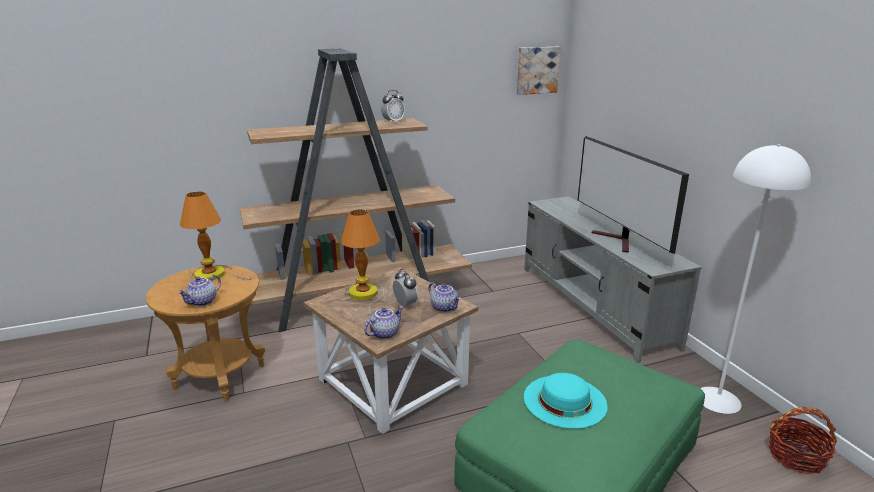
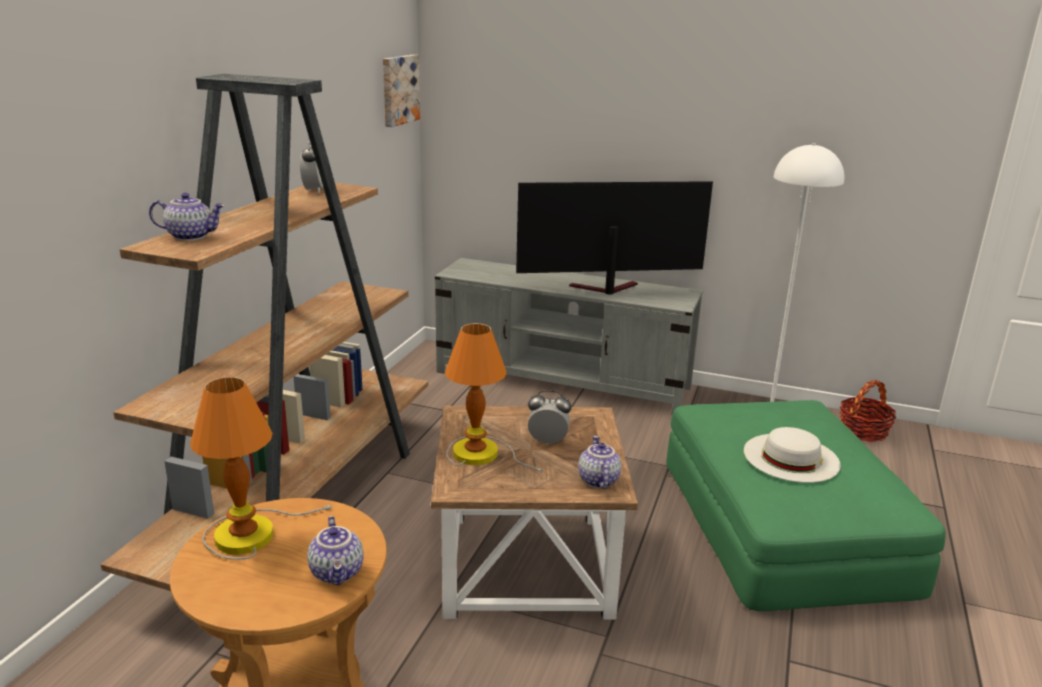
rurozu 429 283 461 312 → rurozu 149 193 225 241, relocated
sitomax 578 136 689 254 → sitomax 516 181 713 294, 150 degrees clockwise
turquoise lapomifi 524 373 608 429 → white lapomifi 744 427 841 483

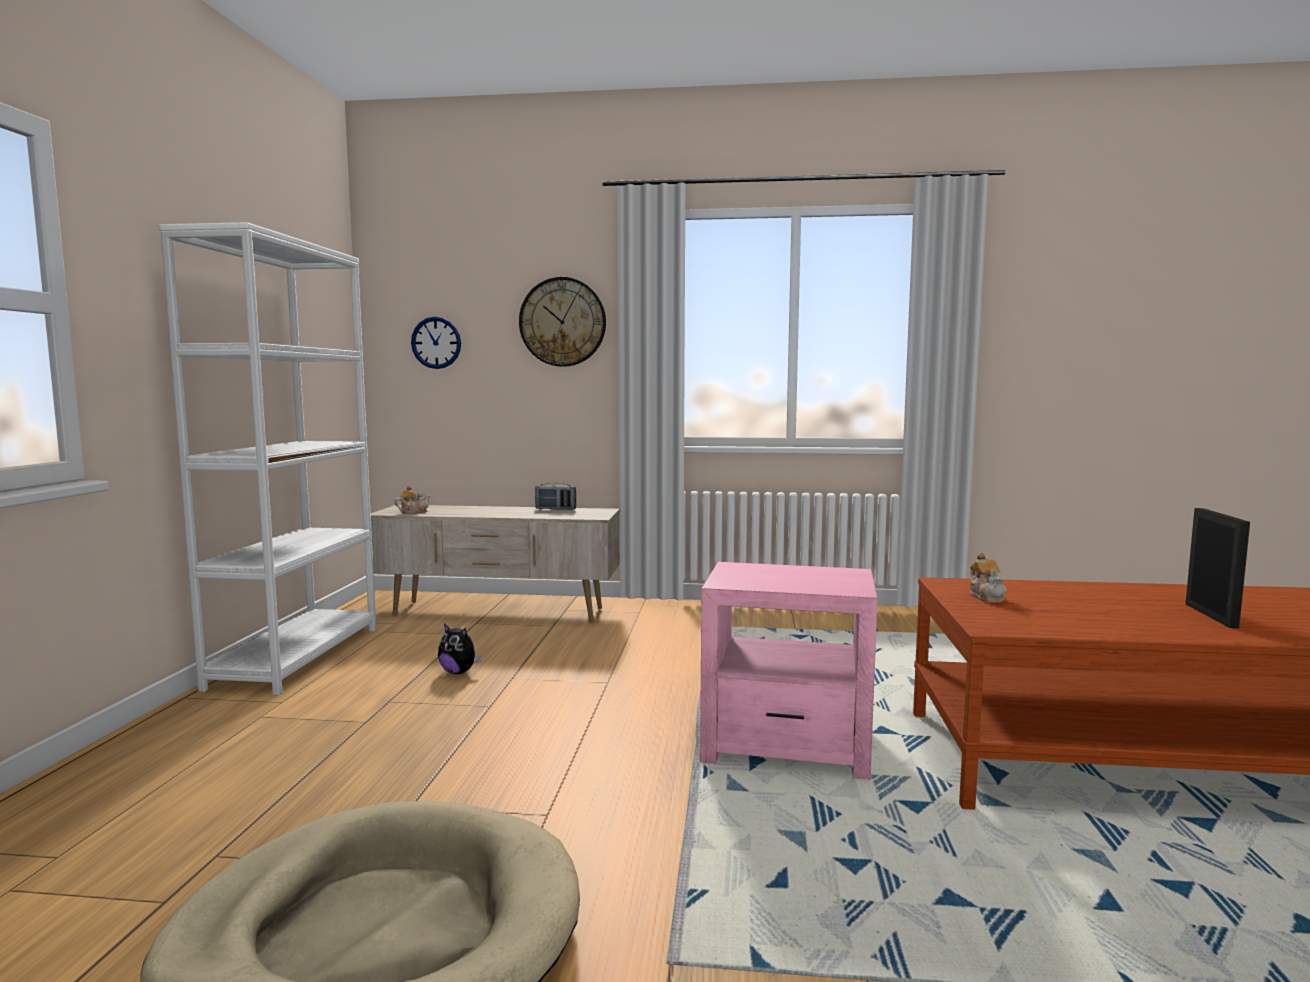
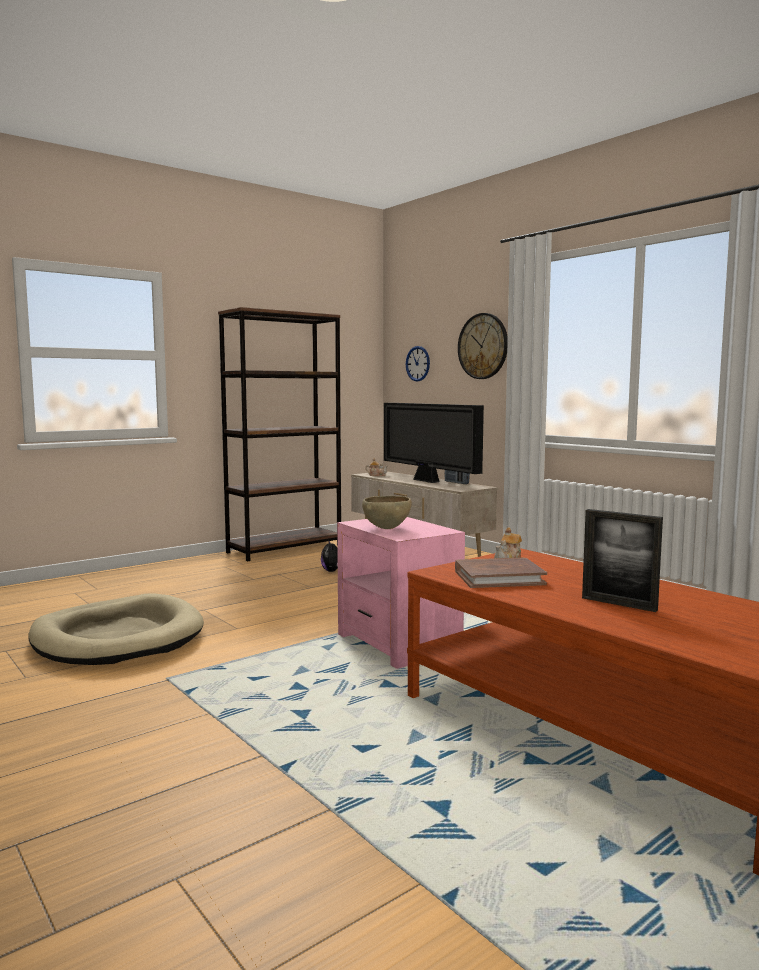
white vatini 159 222 376 695 → brown vatini 218 307 341 561
- → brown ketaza 362 496 412 529
- → sitomax 384 403 484 483
- → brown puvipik 455 558 547 588
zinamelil 1186 508 1250 628 → zinamelil 582 509 663 612, 75 degrees clockwise

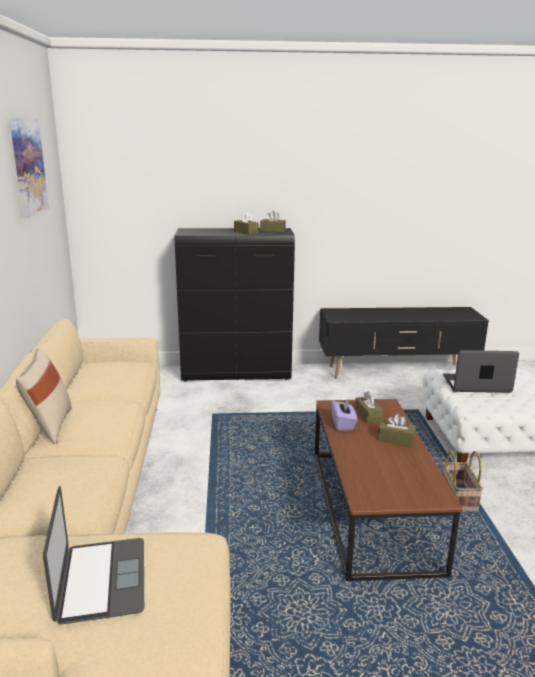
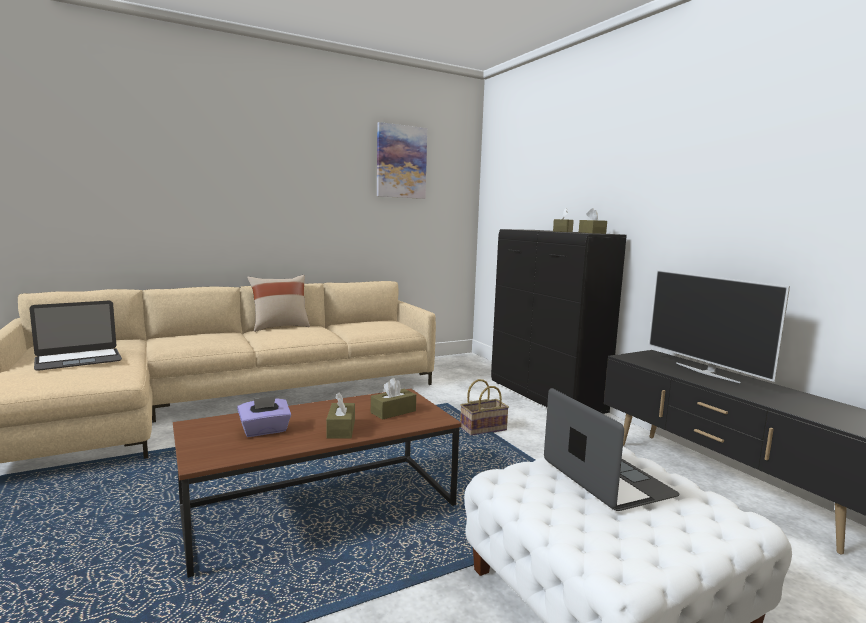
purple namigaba 331 398 357 431 → purple namigaba 237 396 291 437, relocated
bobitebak 442 451 483 511 → bobitebak 460 379 509 435, relocated
- → sitomax 649 270 790 383

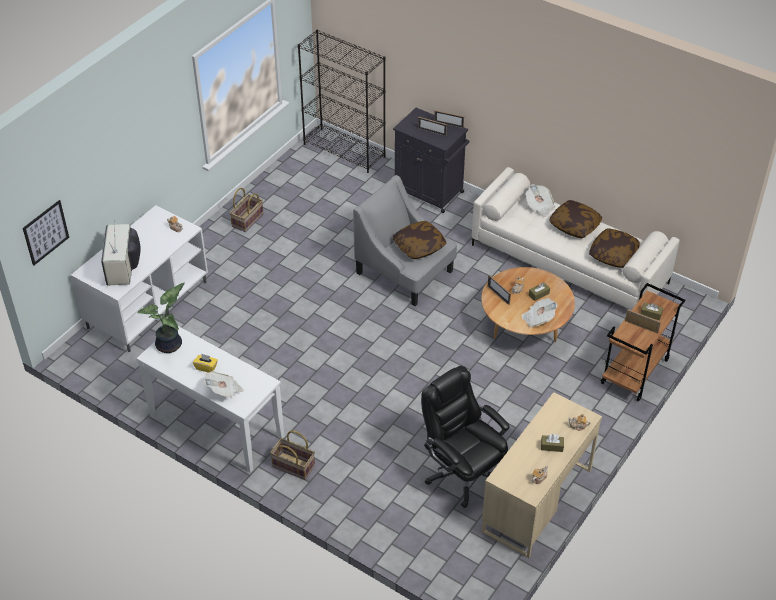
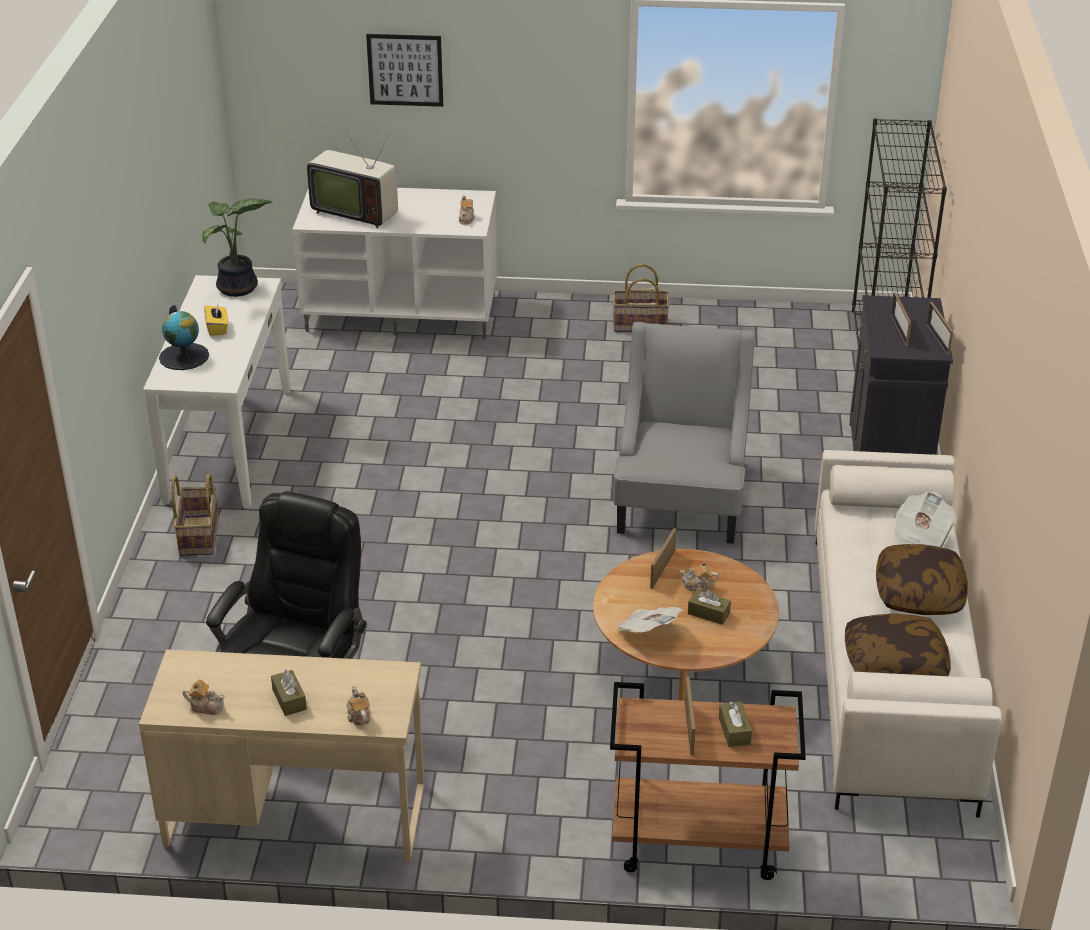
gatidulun 203 371 244 397 → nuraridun 159 305 209 370
sitomax 101 220 141 286 → sitomax 307 127 398 228, 120 degrees counterclockwise
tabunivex 23 200 69 266 → tabunivex 366 34 443 107, relocated
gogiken 393 221 447 259 → -

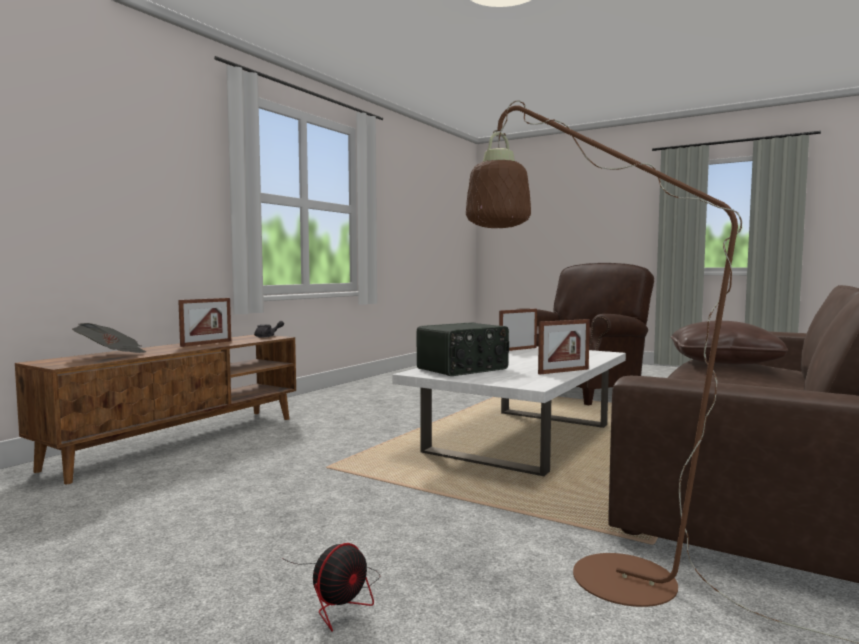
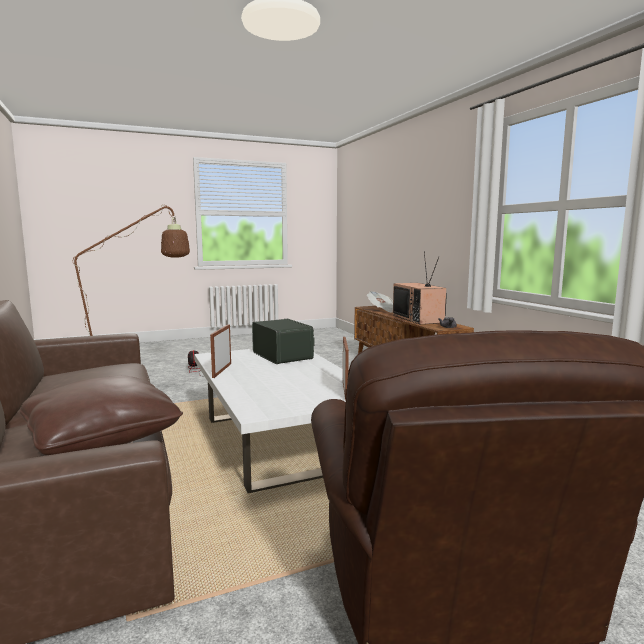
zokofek 417 322 509 376 → zokofek 252 319 315 364, 150 degrees clockwise
zinamelil 178 298 231 347 → sitomax 393 252 447 324

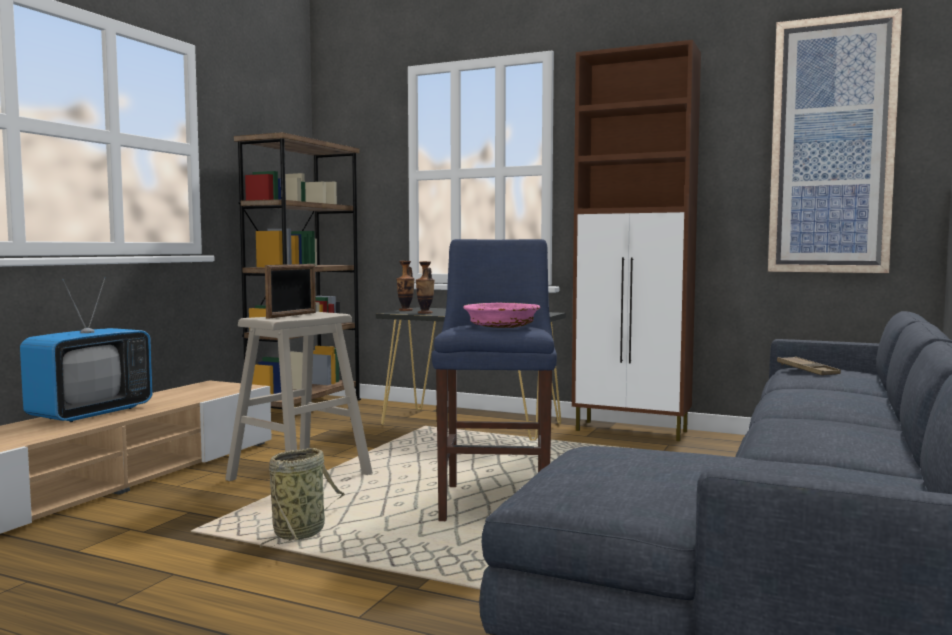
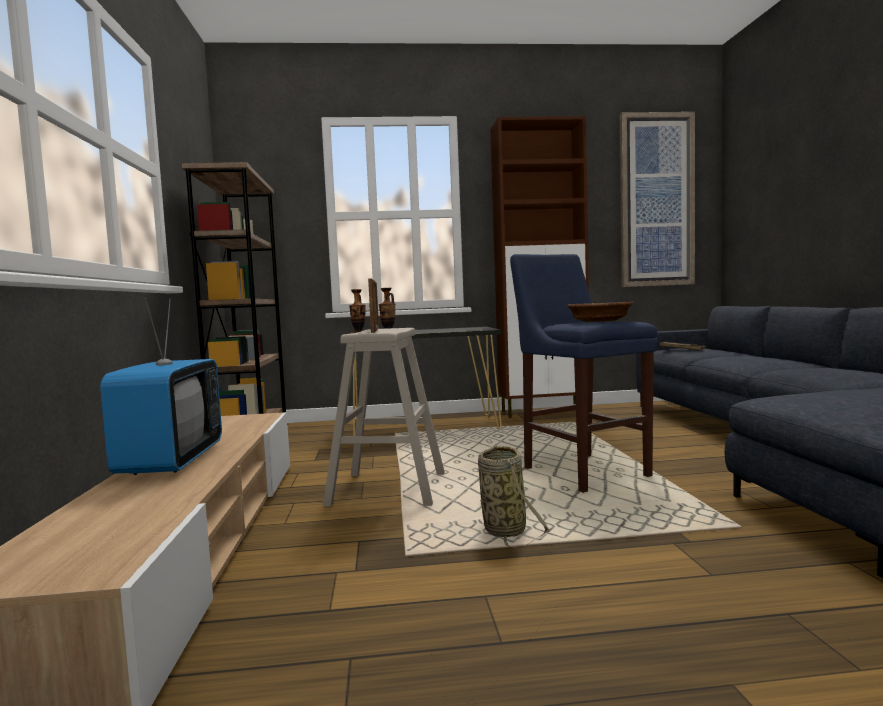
pink ketaza 463 303 541 328 → brown ketaza 567 302 634 322

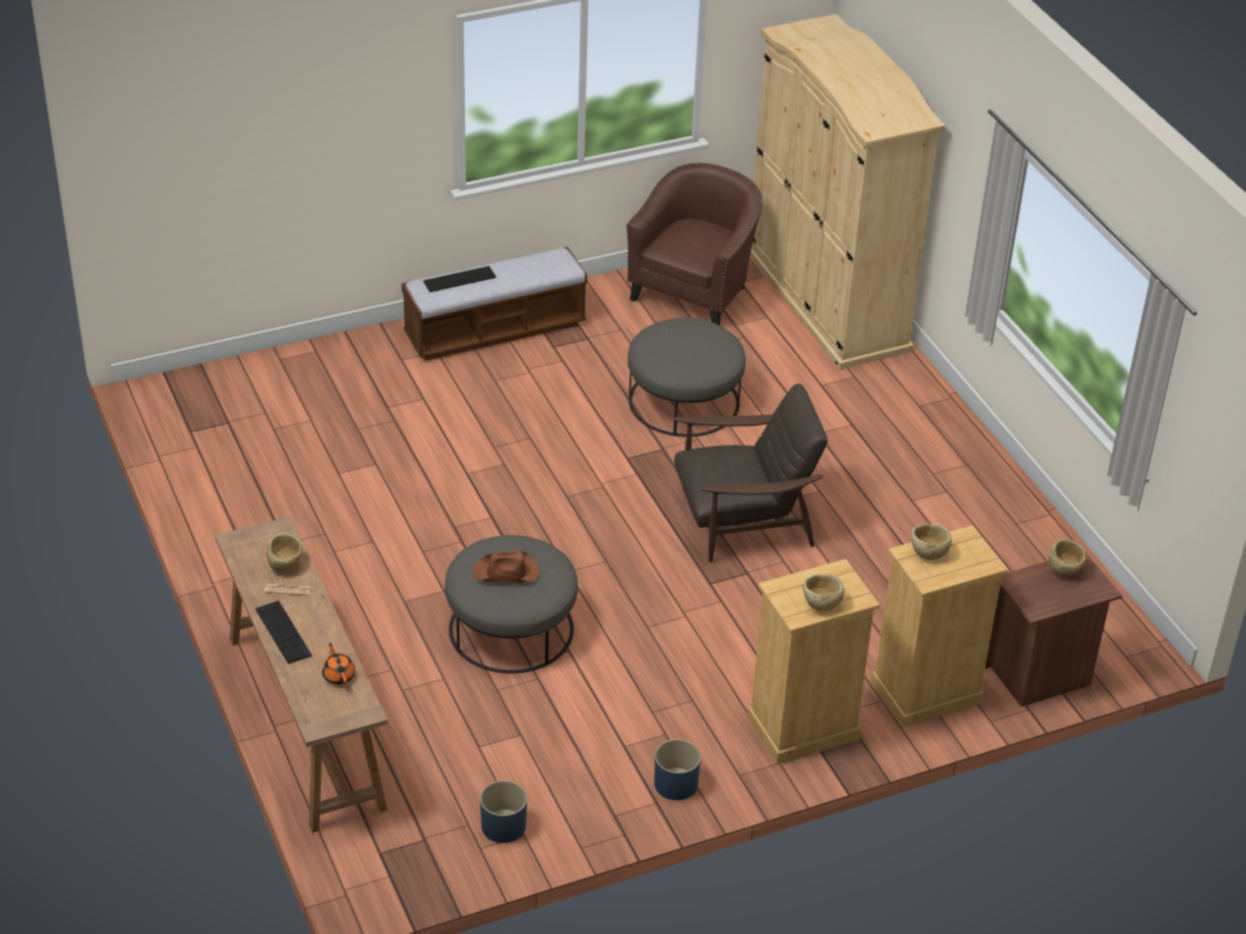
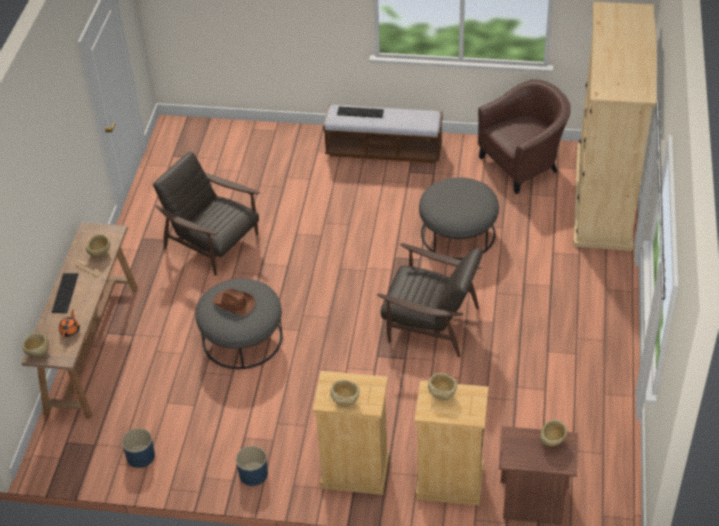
- → beige ketaza 22 333 49 357
- → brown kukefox 153 152 260 276

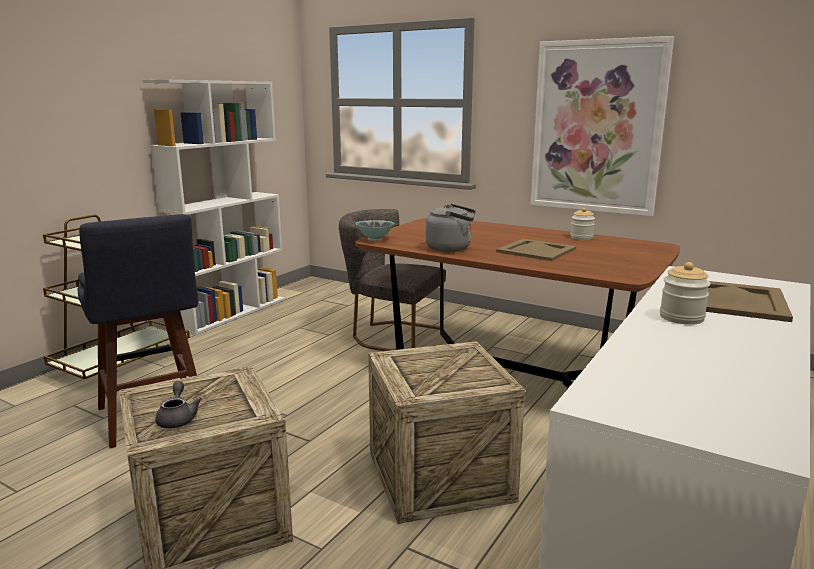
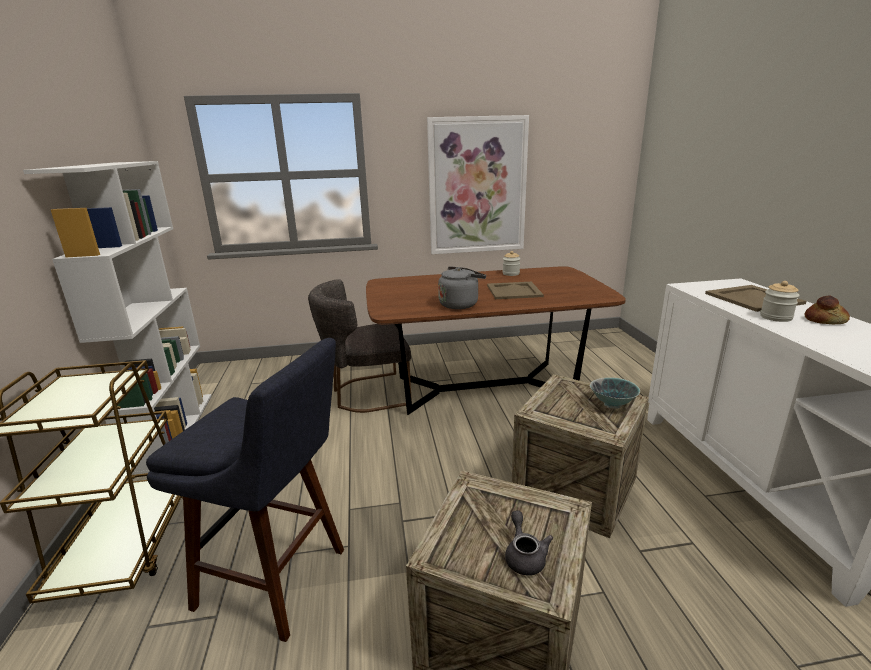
grey rurozu 155 381 202 429 → grey rurozu 505 510 553 576, 45 degrees clockwise
ketaza 356 220 394 241 → ketaza 590 377 640 409, relocated
- → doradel 804 296 850 325

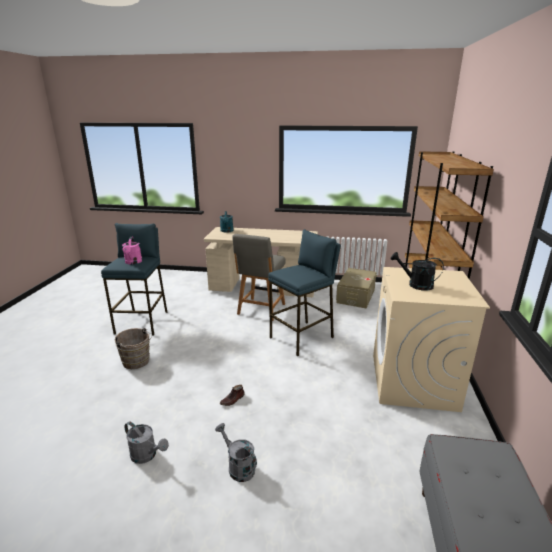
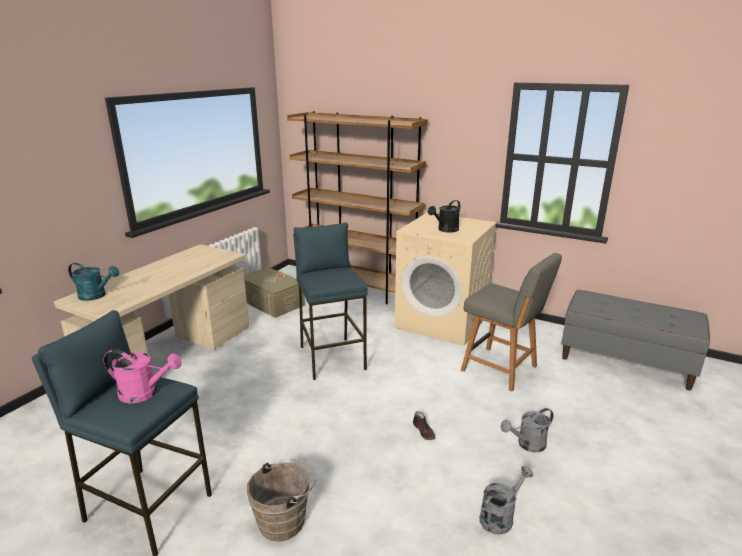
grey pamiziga 232 234 285 321 → grey pamiziga 461 253 562 391, relocated

